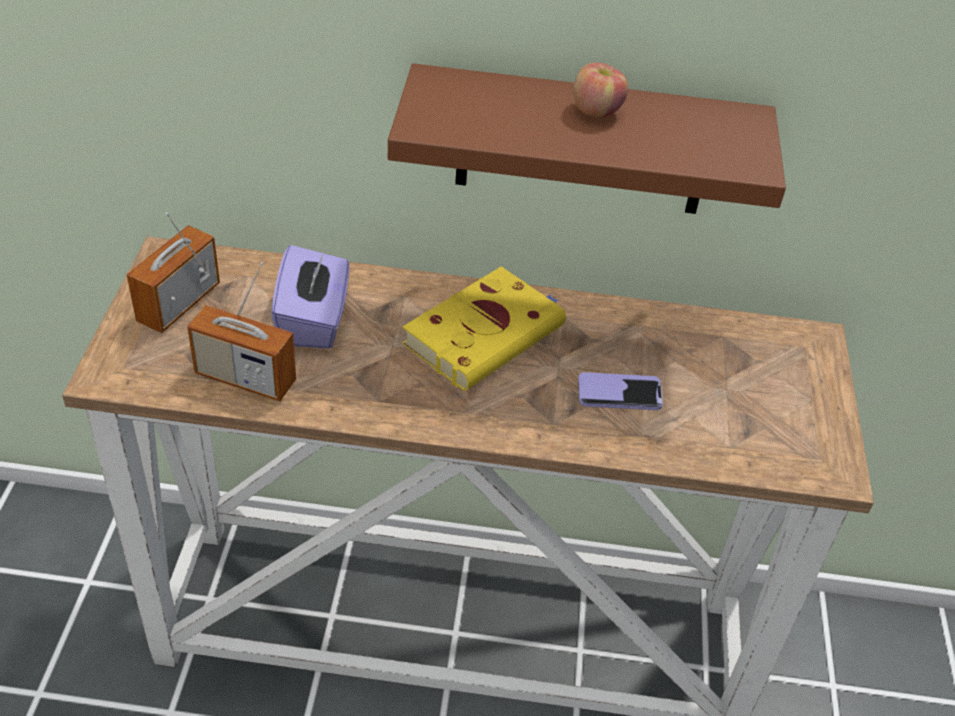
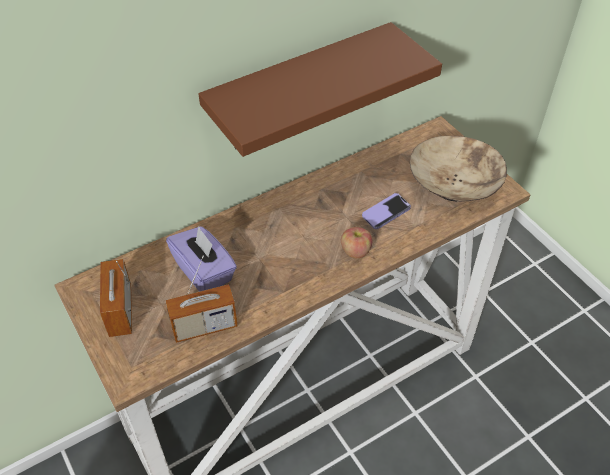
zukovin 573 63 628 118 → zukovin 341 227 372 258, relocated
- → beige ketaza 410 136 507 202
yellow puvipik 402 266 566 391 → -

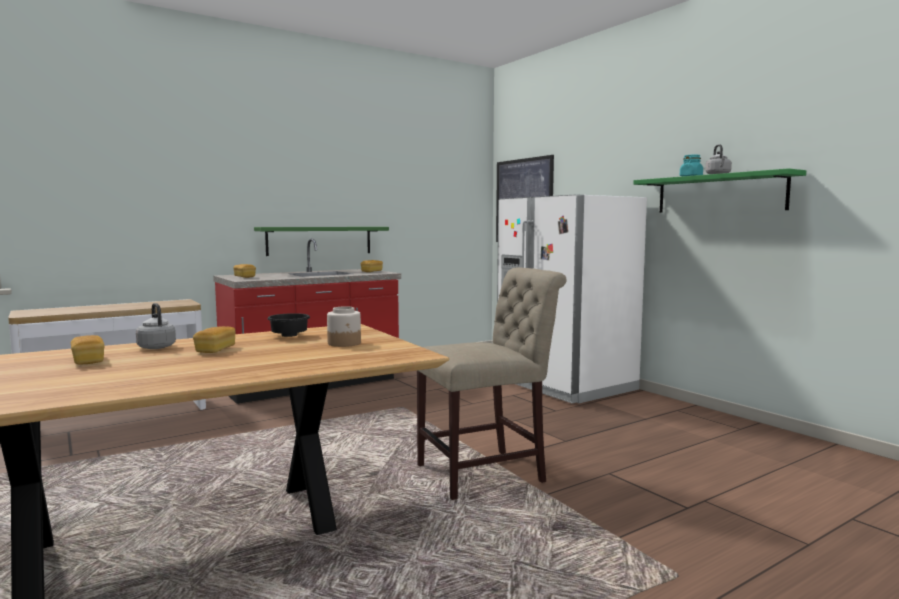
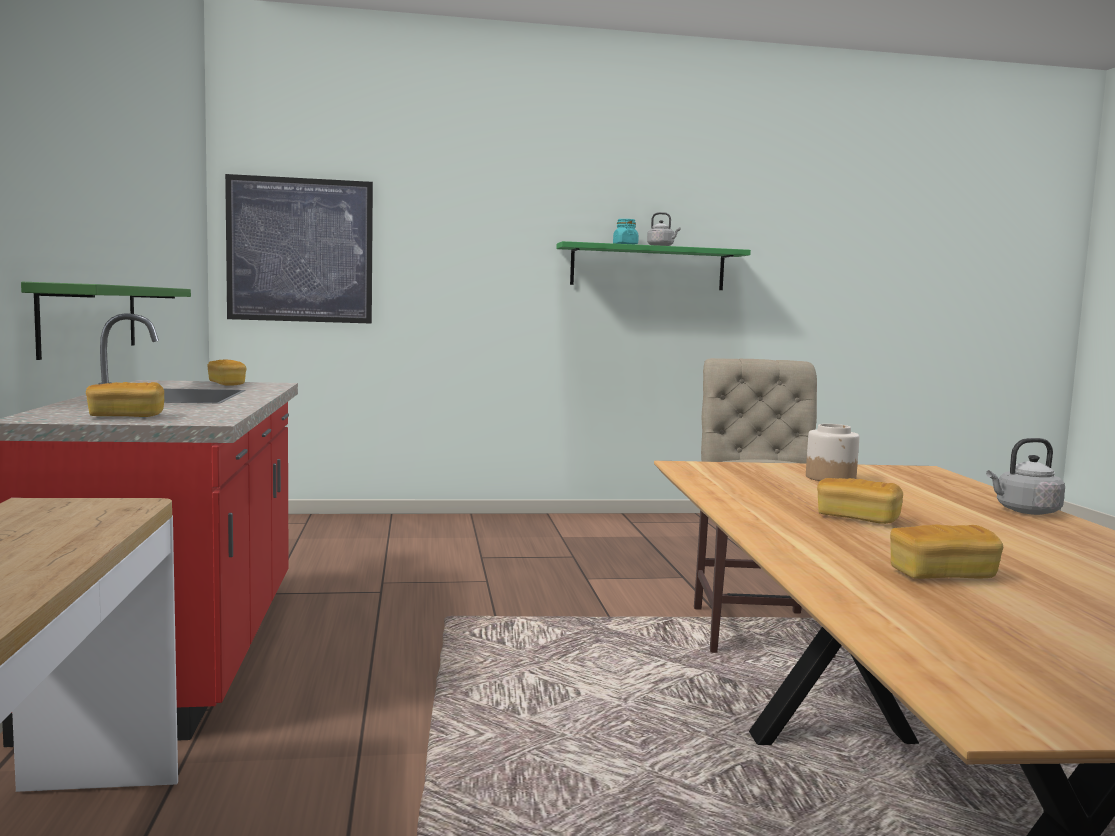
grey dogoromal 136 303 176 349 → grey dogoromal 986 438 1065 515, relocated
black ketaza 267 313 310 337 → -
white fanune 497 195 647 403 → -

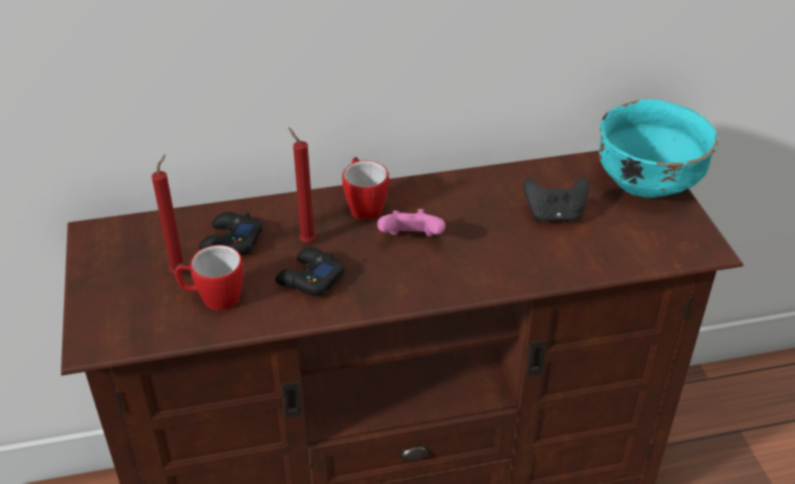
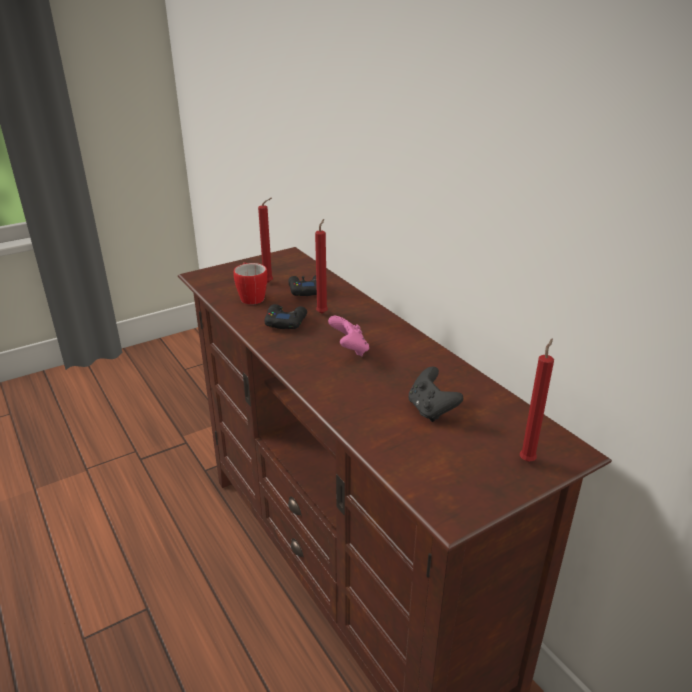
turquoise ketaza 599 99 718 198 → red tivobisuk 520 339 554 461
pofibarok 342 157 389 220 → -

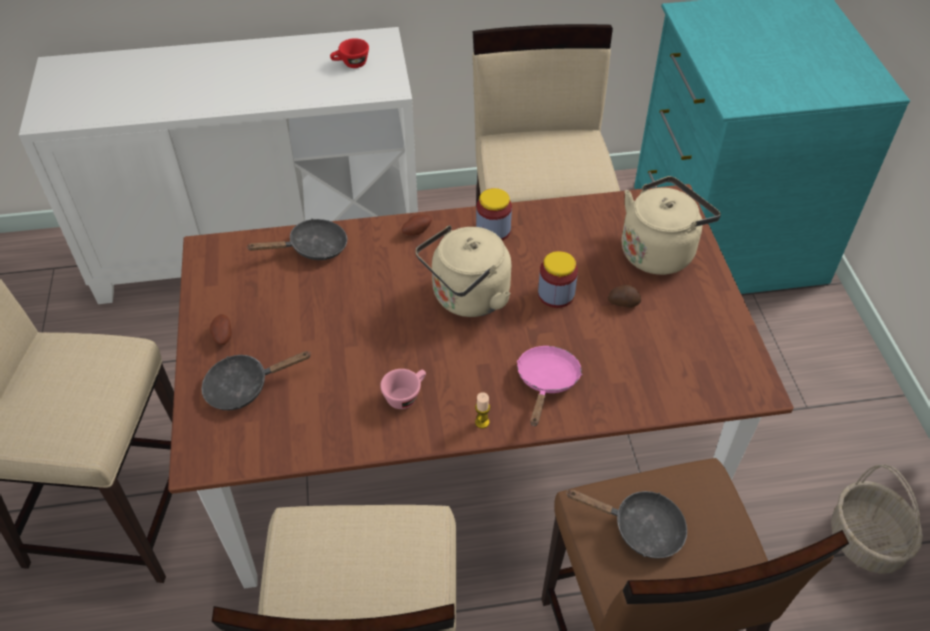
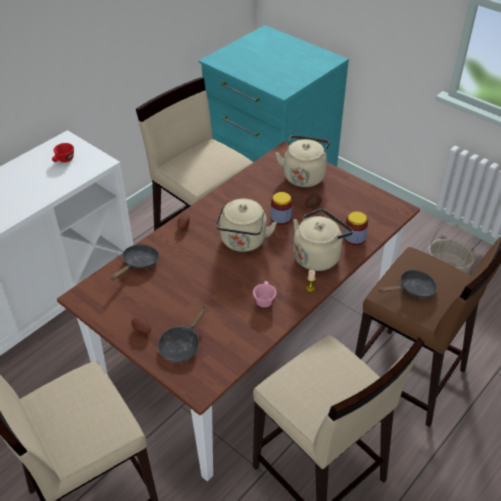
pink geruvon 517 346 582 426 → beige dogoromal 293 209 353 271
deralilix 476 188 512 241 → deralilix 344 211 368 245, relocated

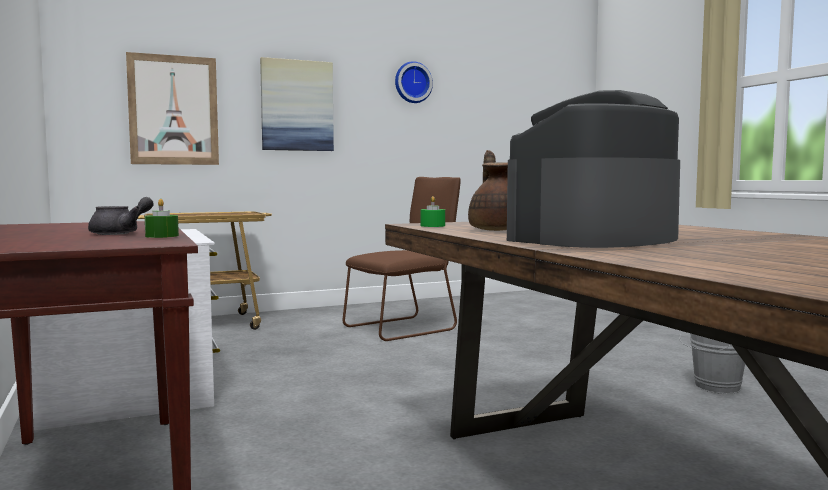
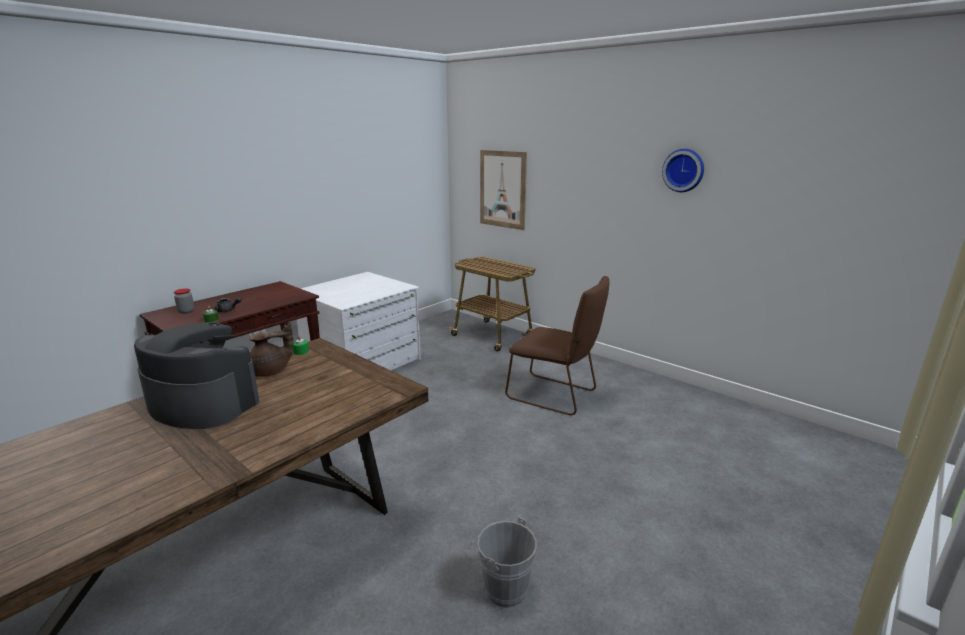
- → deralilix 174 289 194 314
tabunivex 260 57 334 151 → -

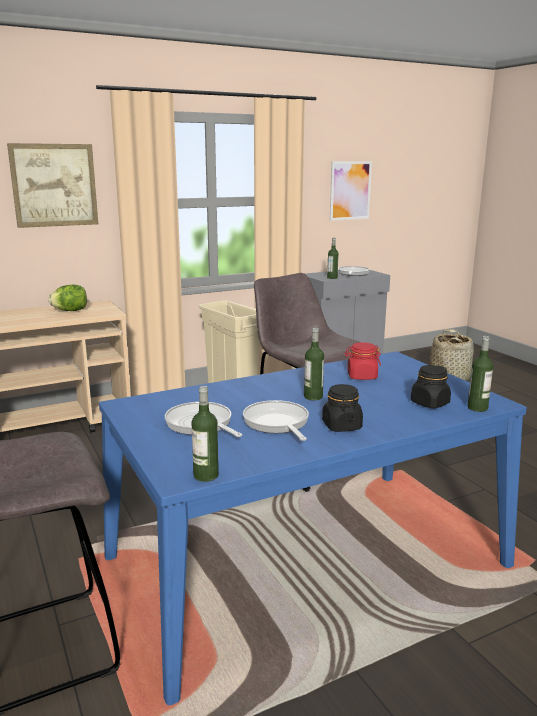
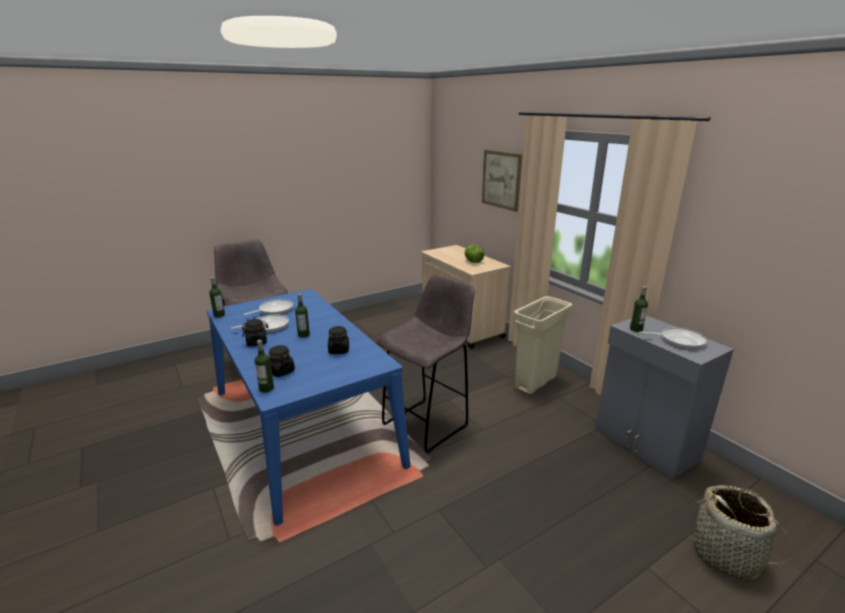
red deralilix 344 342 381 380 → black deralilix 328 326 349 354
tabunivex 330 161 372 221 → -

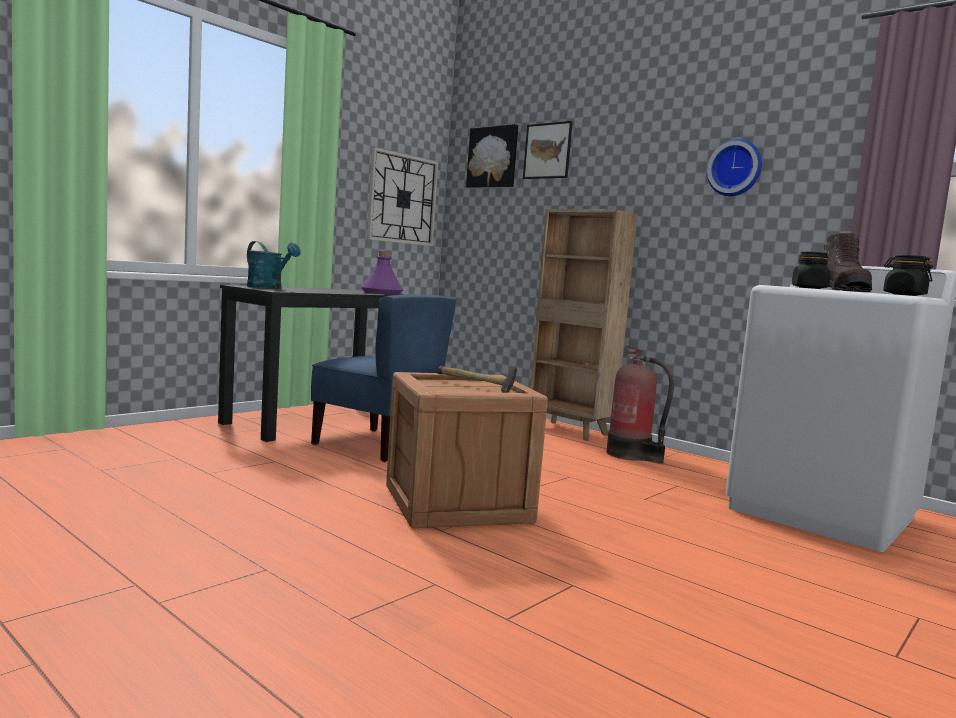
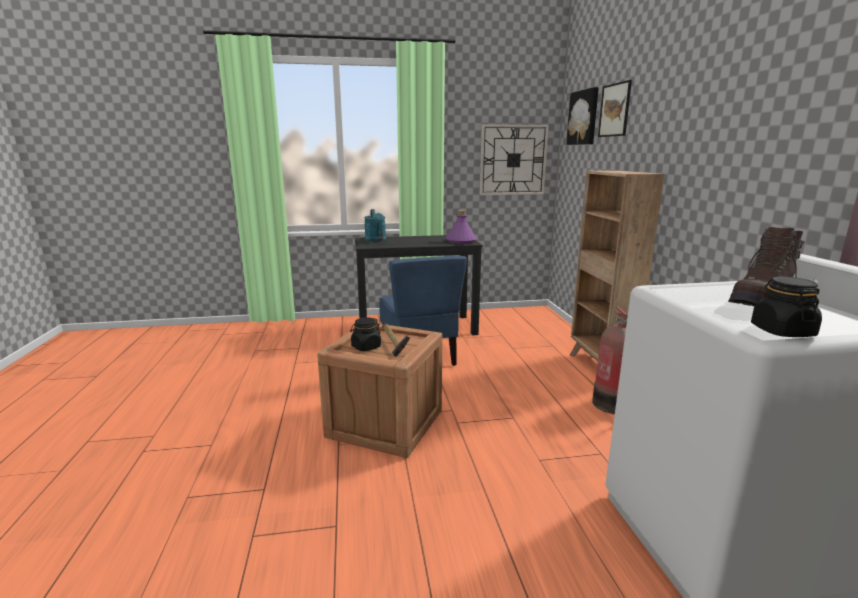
black deralilix 791 251 830 289 → black deralilix 350 317 381 351, relocated
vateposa 707 139 762 196 → -

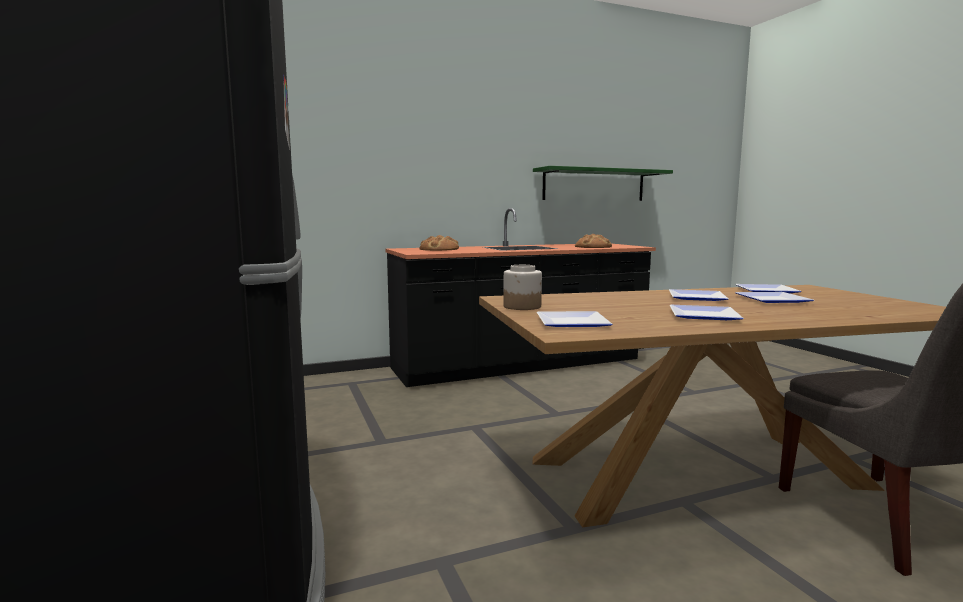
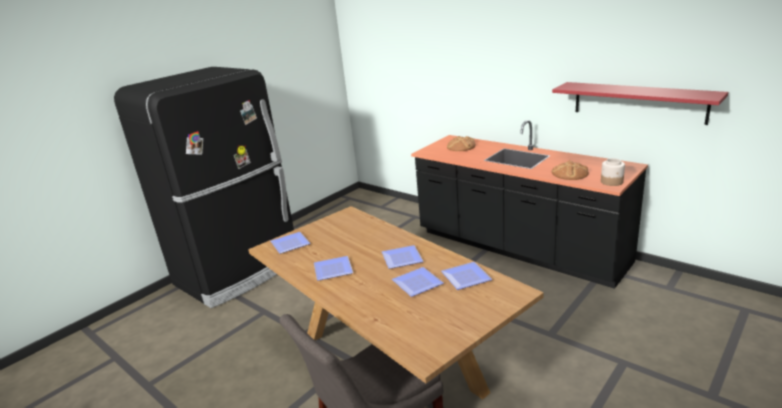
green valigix 533 166 673 201 → red valigix 552 82 728 125
deralilix 503 265 542 310 → deralilix 601 158 625 186, relocated

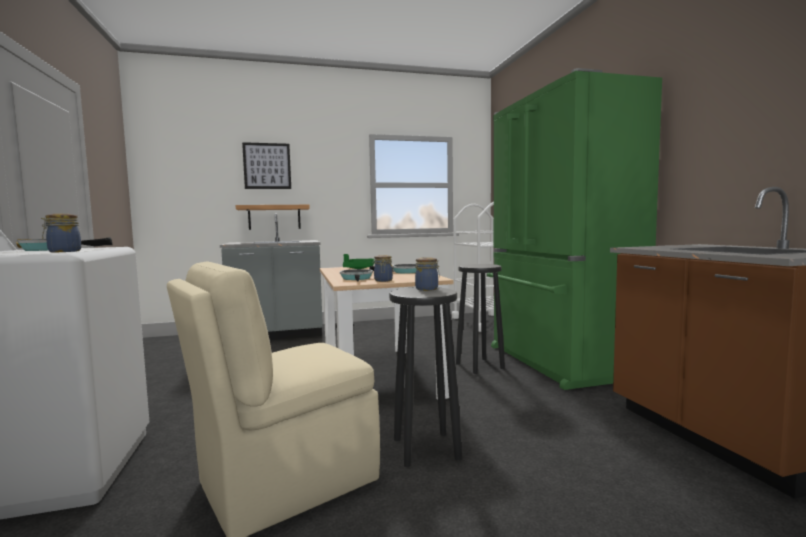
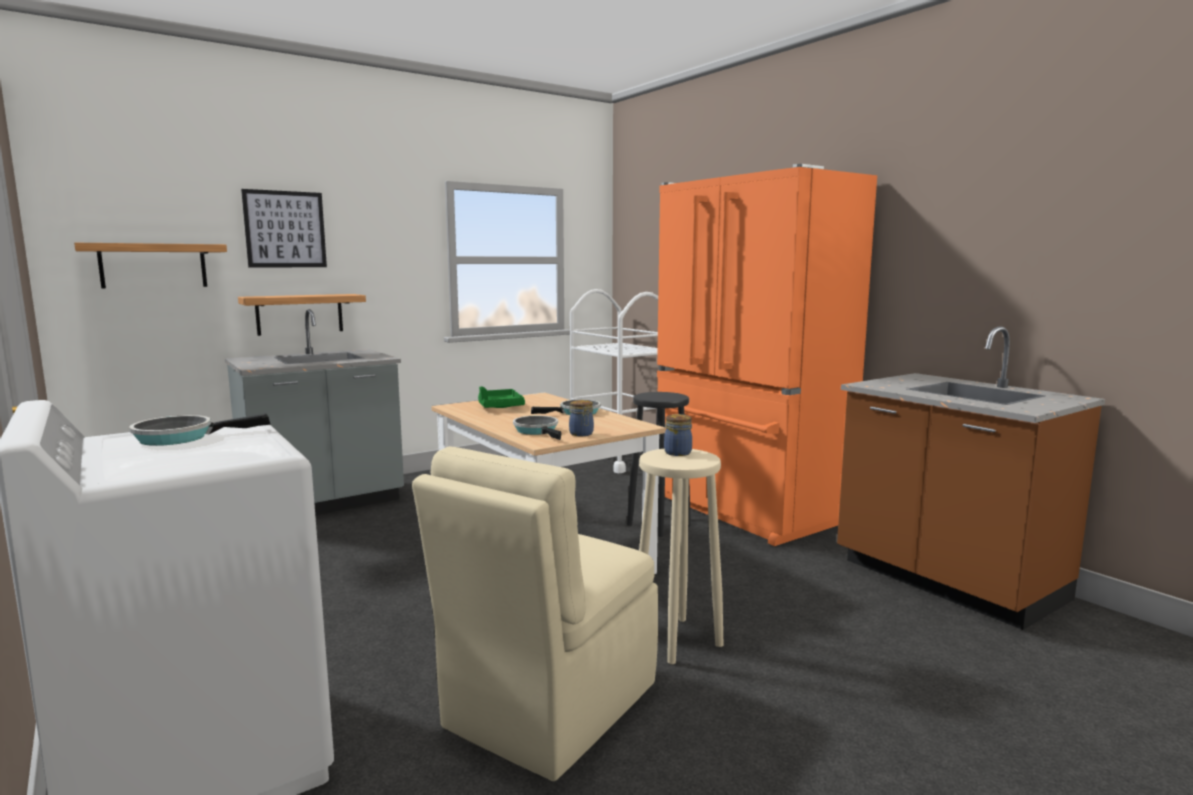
- → valigix 74 243 227 288
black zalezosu 389 287 462 467 → beige zalezosu 639 449 724 664
green fanune 487 68 662 390 → orange fanune 657 164 877 546
deralilix 41 214 81 252 → -

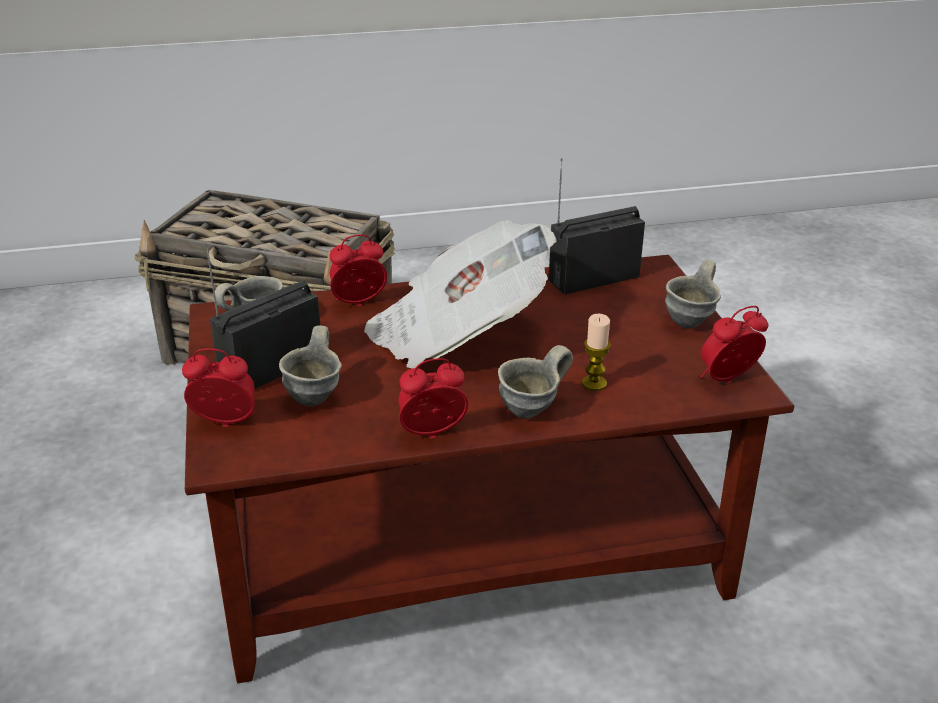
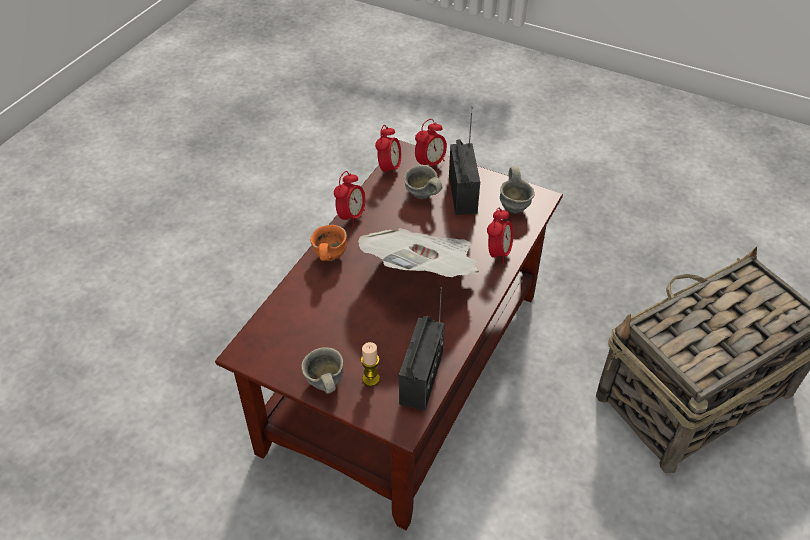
grey pofibarok 498 345 573 418 → orange pofibarok 310 225 347 261
tivobisuk 582 314 611 391 → tivobisuk 361 342 380 386, relocated
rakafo 700 306 768 384 → rakafo 375 125 401 178, relocated

